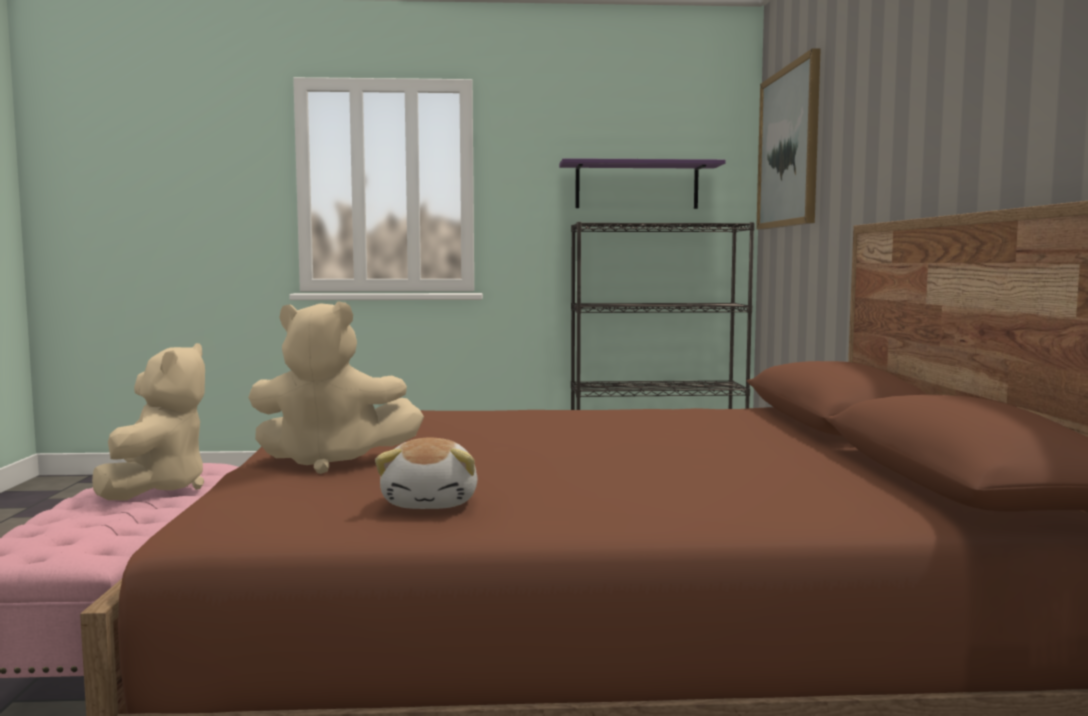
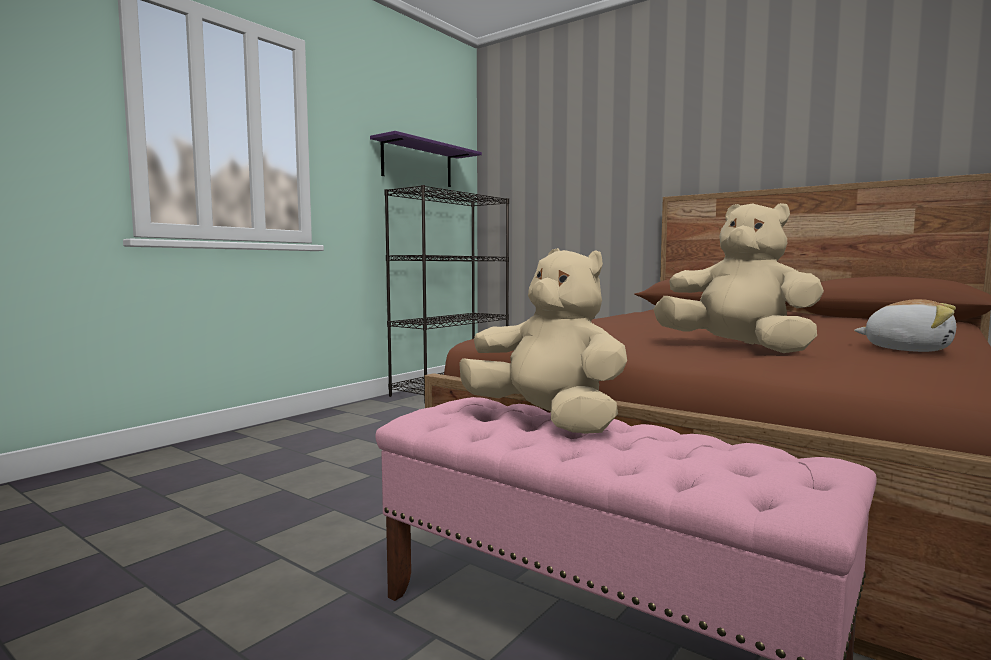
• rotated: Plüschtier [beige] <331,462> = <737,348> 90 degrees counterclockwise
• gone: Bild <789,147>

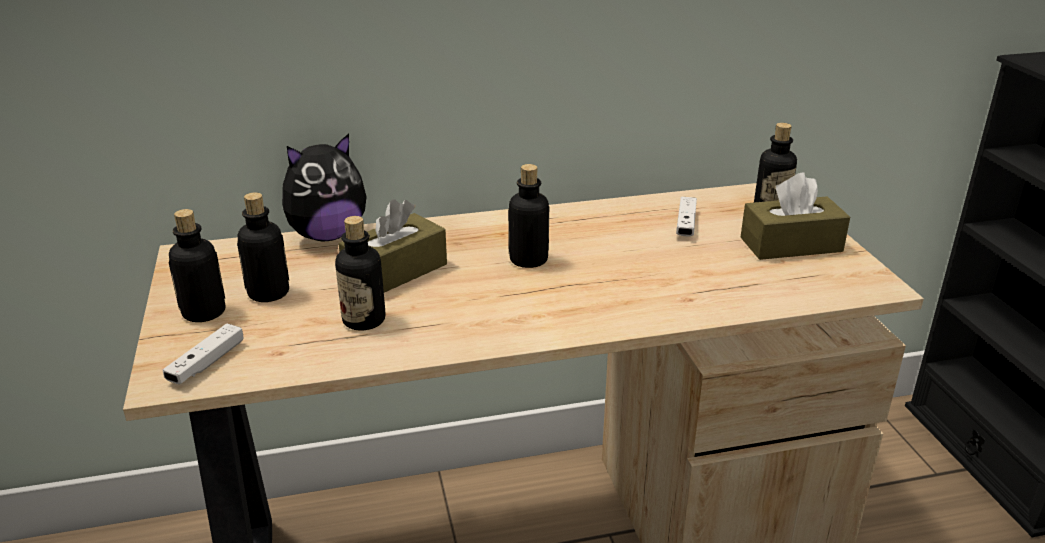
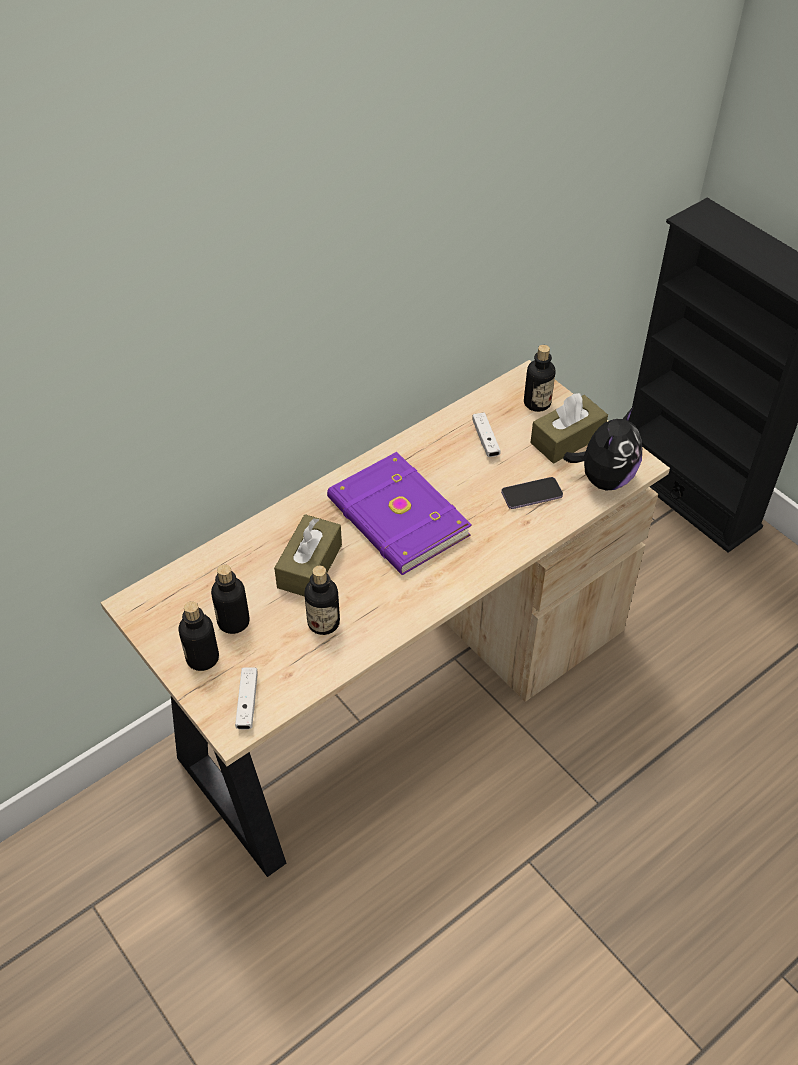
• swapped: Flasche <528,259> to Buch [lila] <396,519>
• new: Handy <531,494>
• shifted: Plüschtier <327,235> to <604,478>

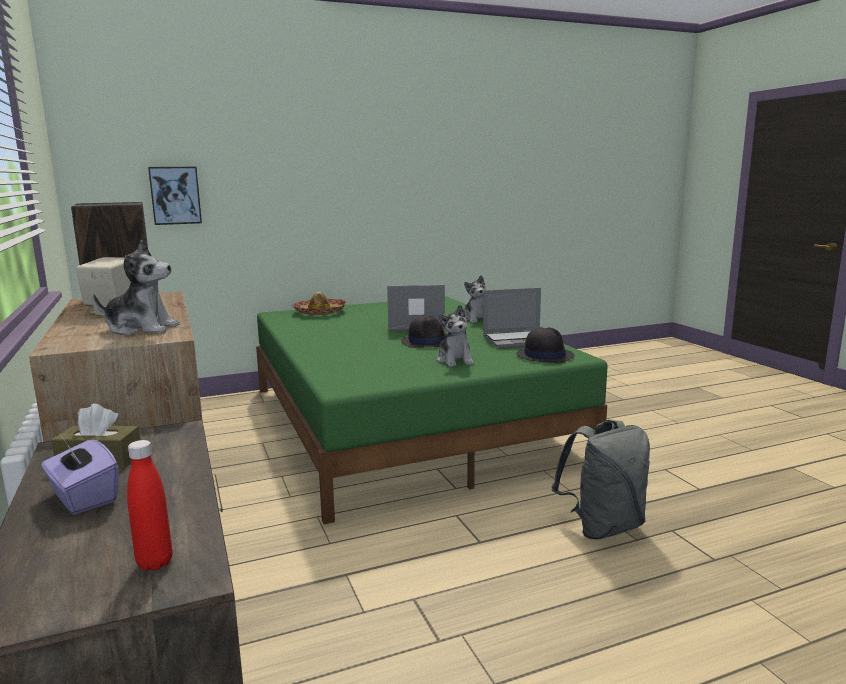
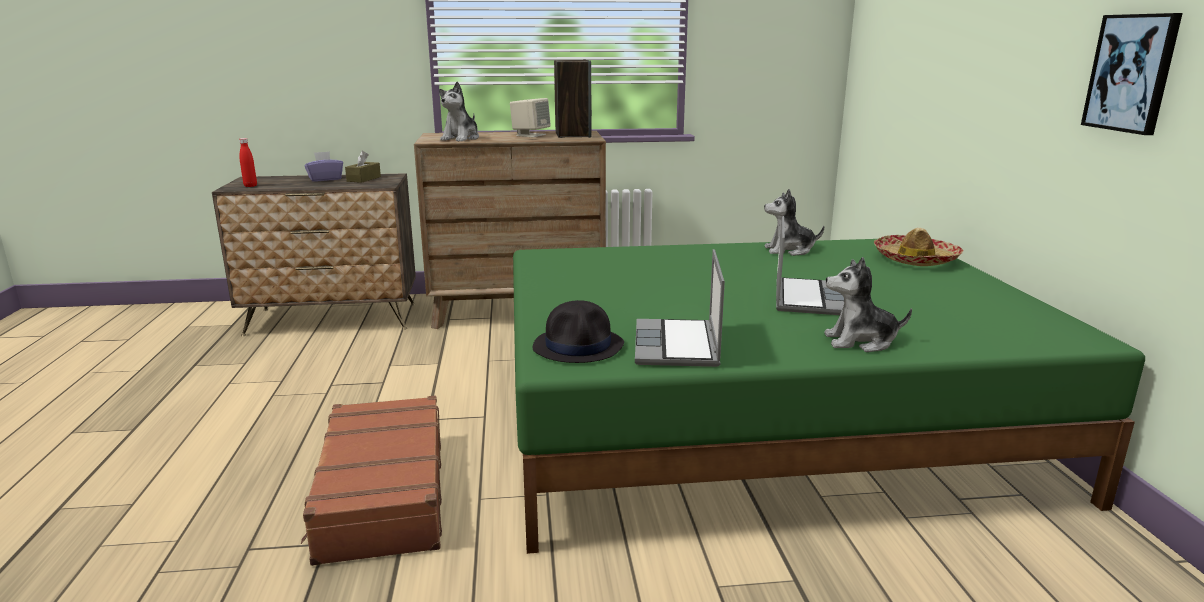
• swapped: Rucksack [grau] <602,527> to Koffer [braun] <382,494>
• shifted: Plüschtier <455,360> to <789,250>
• shifted: Bild <175,195> to <1131,73>
• gone: Hut [schwarz] <427,342>

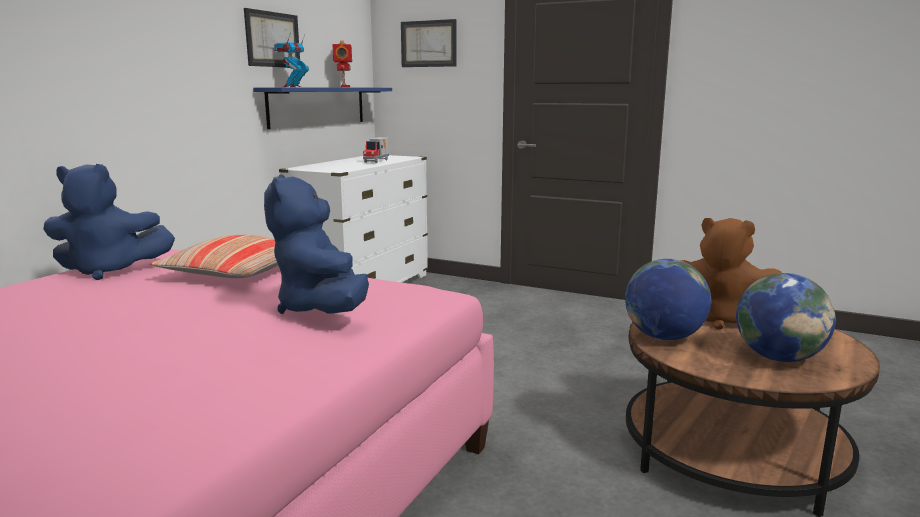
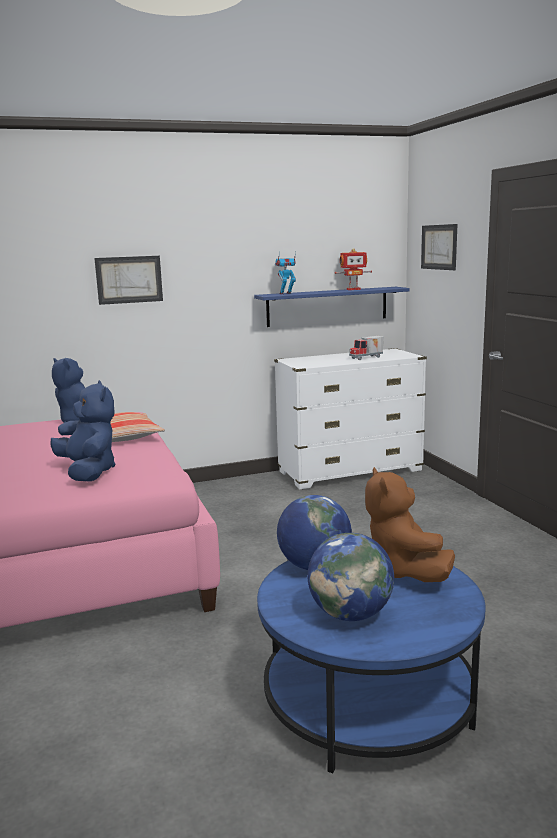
• rotated: Plüschtier [blau] <322,309> = <88,472> 120 degrees clockwise
• shifted: Bild <272,39> to <129,279>
• repainted: Couchtisch [braun] <731,452> to Couchtisch [blau] <368,699>
• rotated: Spielzeugroboter <344,87> = <353,289> 45 degrees clockwise

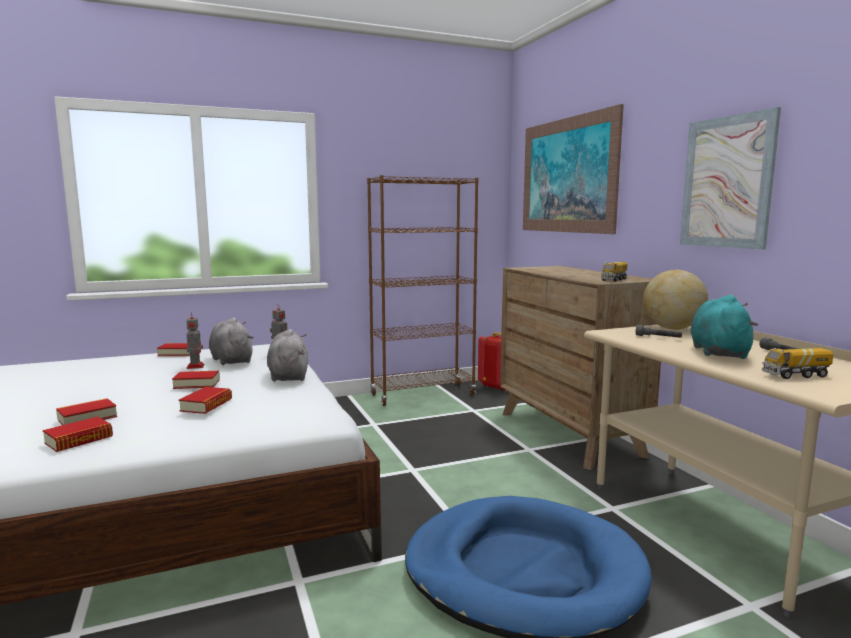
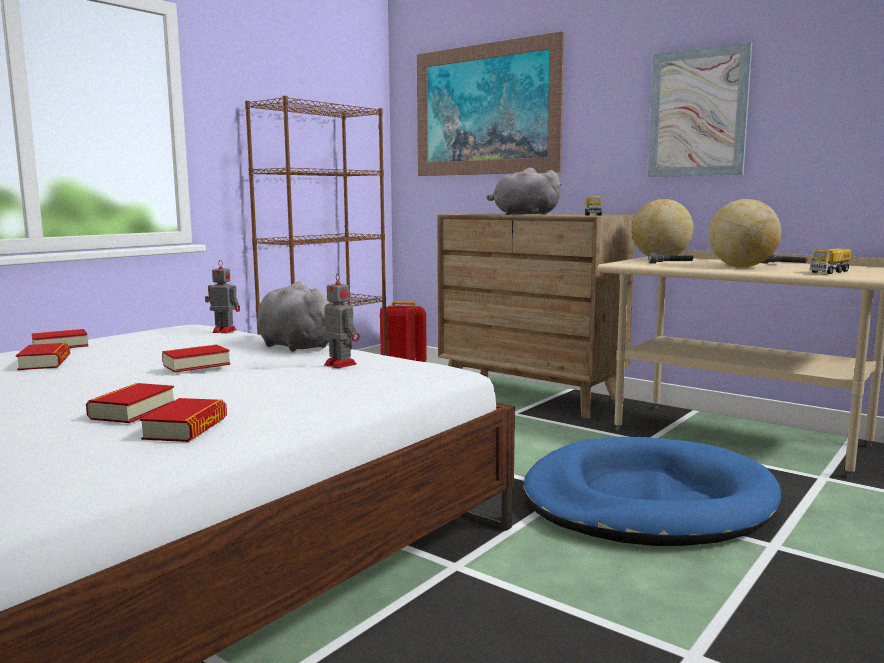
• shifted: Buch <206,405> to <45,363>
• shifted: Spielzeugroboter <195,366> to <339,364>
• shifted: Plüschtier [grau] <231,360> to <523,214>
• swapped: Plüschtier [türkis] <718,352> to Globus <741,266>

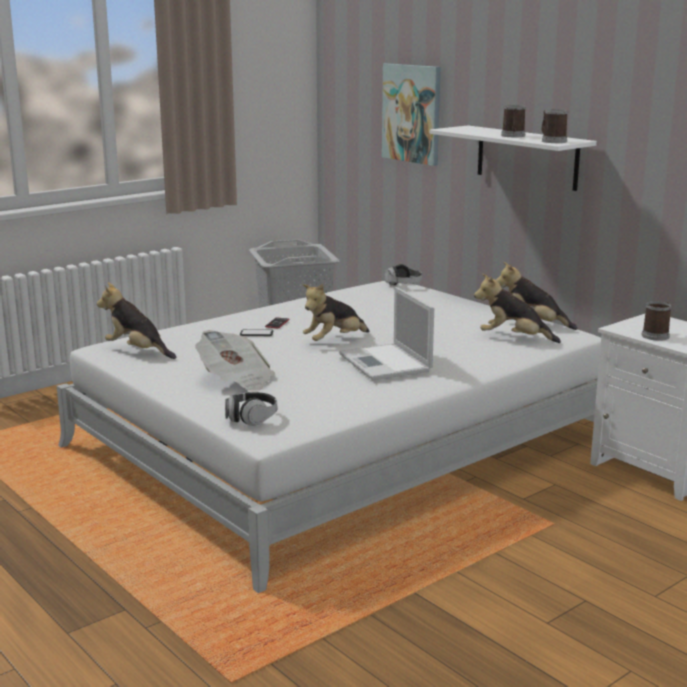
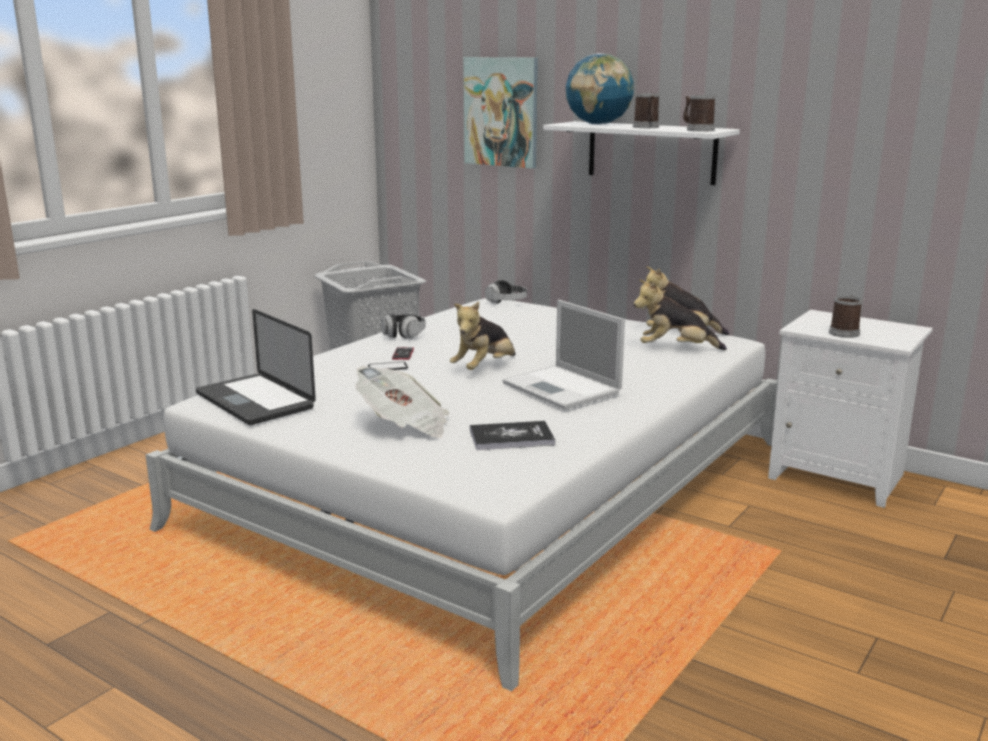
• swapped: Plüschtier <137,351> to Laptop <255,401>
• shifted: Kopfhörer <251,418> to <403,334>
• new: Buch <511,437>
• new: Globus <598,124>

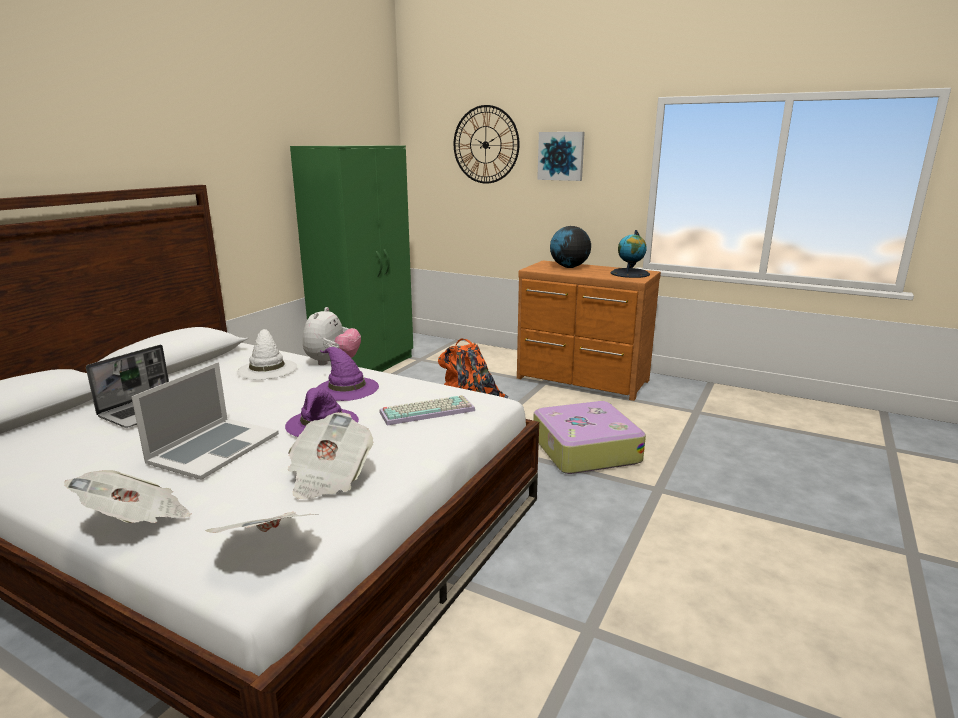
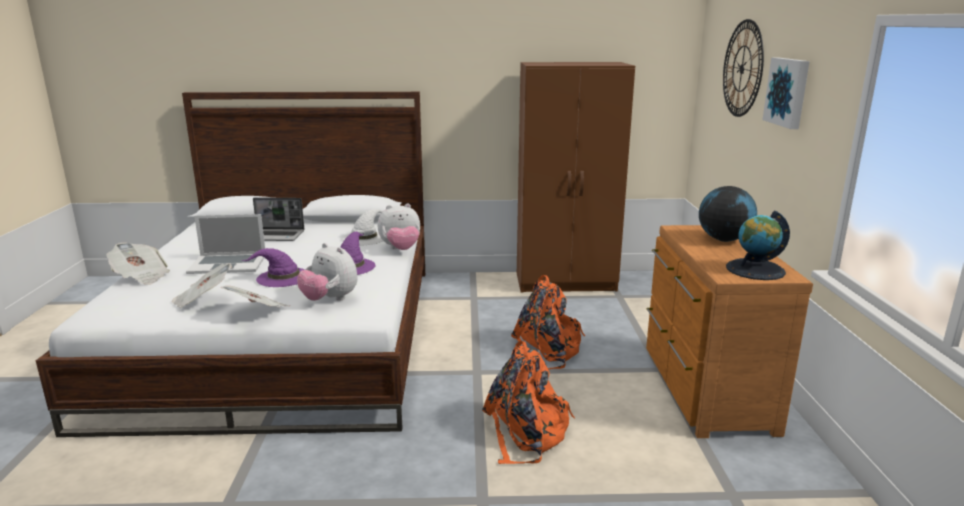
• shifted: Zeitung <269,545> to <258,312>
• swapped: Tastatur <428,410> to Plüschtier <330,299>
• swapped: Koffer <584,449> to Rucksack [orange] <526,433>
• repainted: Kleiderschrank [grün] <366,366> to Kleiderschrank [braun] <566,282>

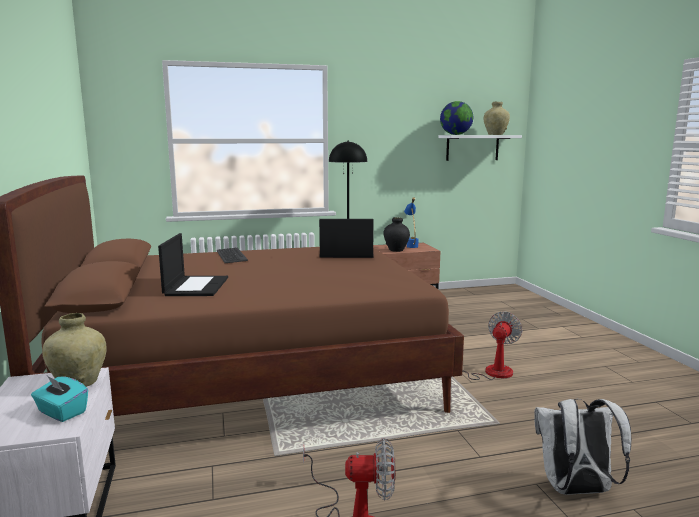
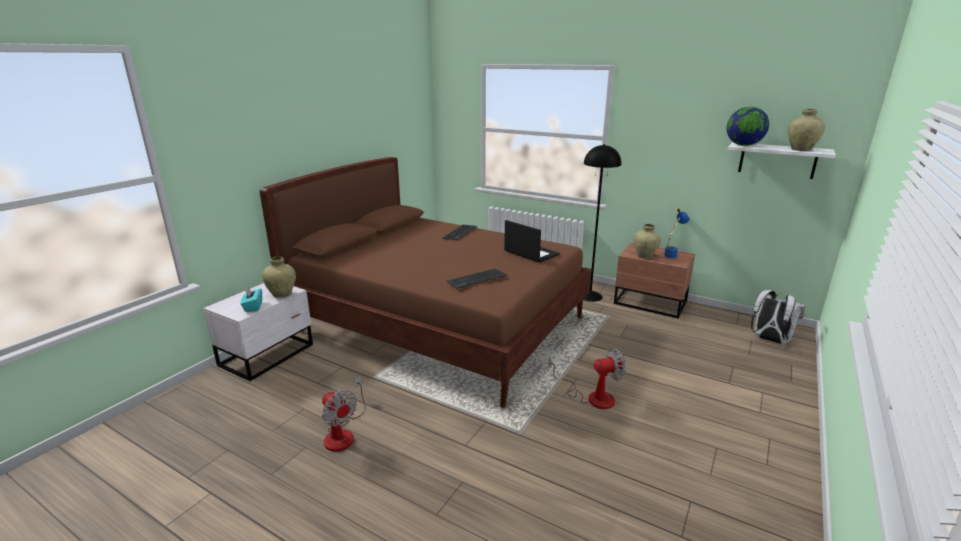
• new: Tastatur <476,278>
• repainted: Vase [schwarz] <396,250> to Vase [beige] <644,256>
• shifted: Rucksack [weiß] <575,490> to <769,340>
• gone: Laptop <196,286>

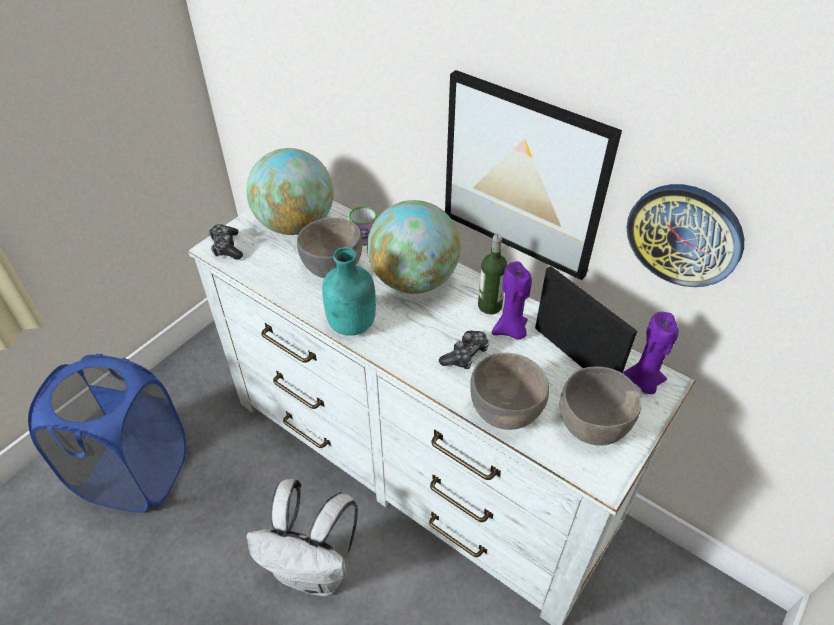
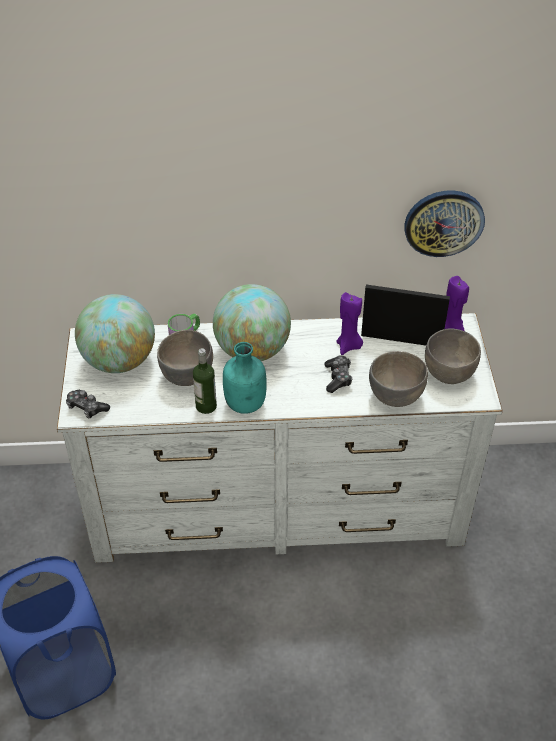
• shifted: Flasche <489,306> to <206,406>
• gone: Rucksack [weiß] <314,570>
• gone: Bild <523,176>

